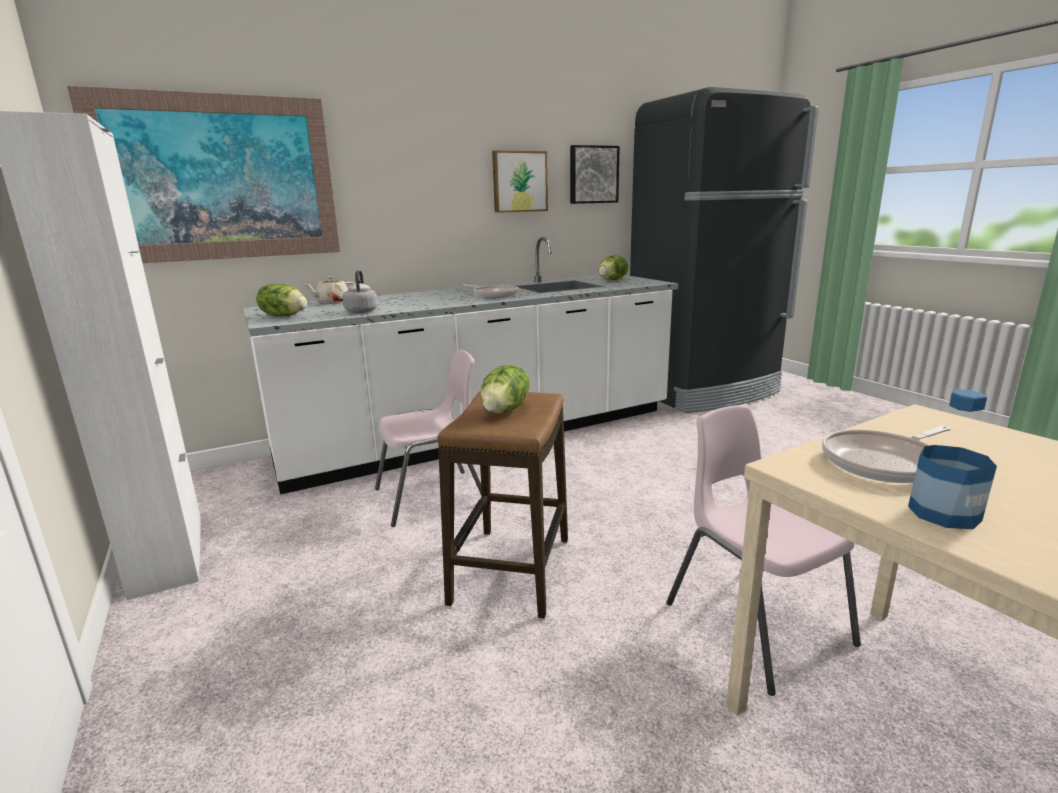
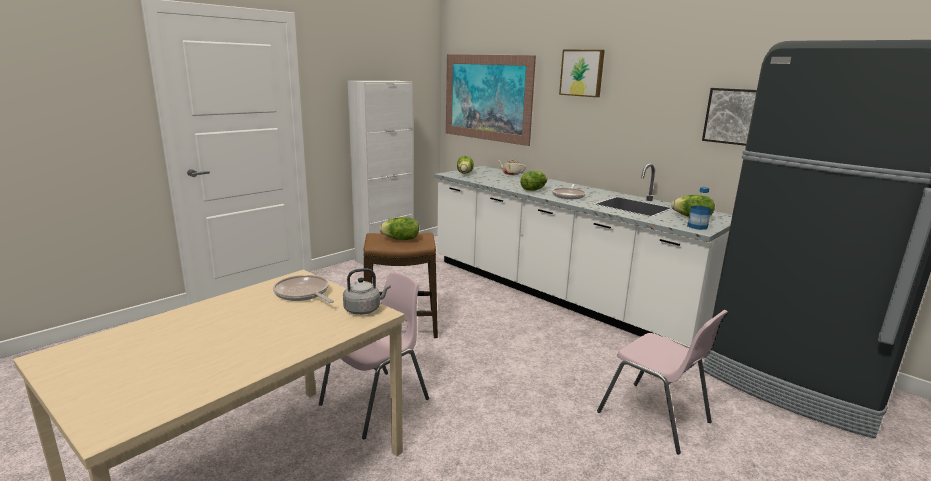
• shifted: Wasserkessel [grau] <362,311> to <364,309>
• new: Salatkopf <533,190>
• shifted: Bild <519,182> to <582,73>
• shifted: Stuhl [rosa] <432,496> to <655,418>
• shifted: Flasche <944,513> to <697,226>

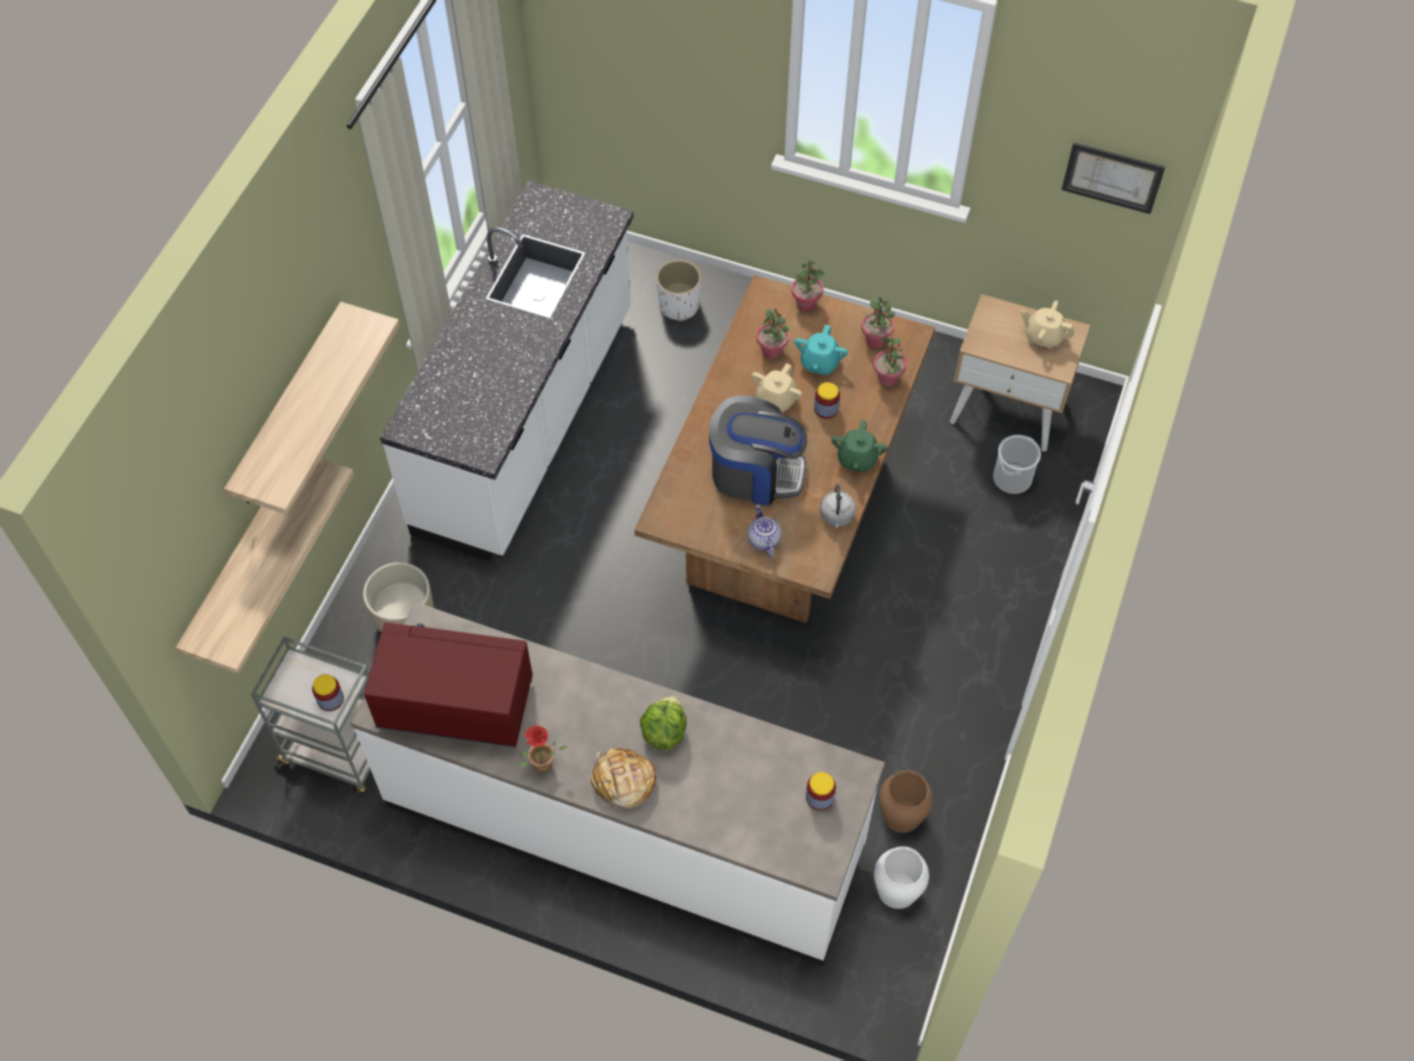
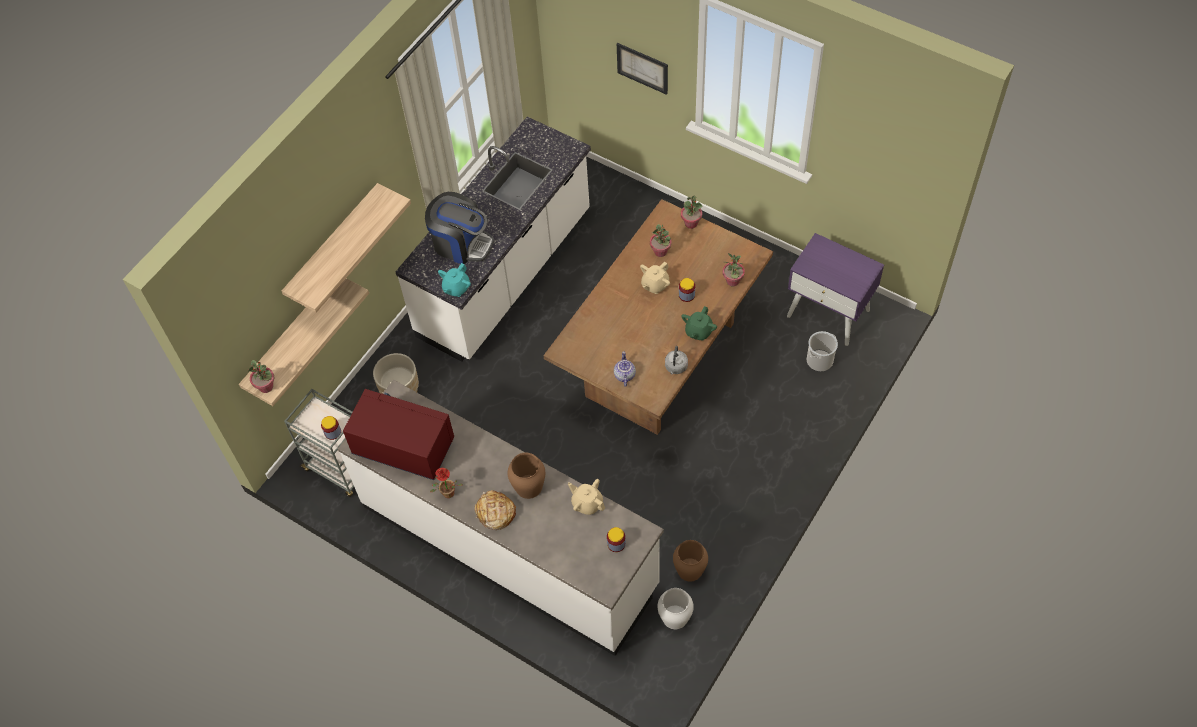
• shifted: Topfpflanze <875,340> to <266,386>
• shifted: Kaffeemaschine <755,473> to <461,243>
• shifted: Teekanne [türkis] <819,363> to <456,288>
• swapped: Salatkopf <664,732> to Vase [braun] <528,486>
• shifted: Teekanne [beige] <1043,336> to <587,503>
• shifted: Bild <1112,177> to <642,68>
• repainted: Nachttisch [beige] <1008,409> to Nachttisch [lila] <829,313>
• gone: Pflanzkübel [weiß] <679,306>

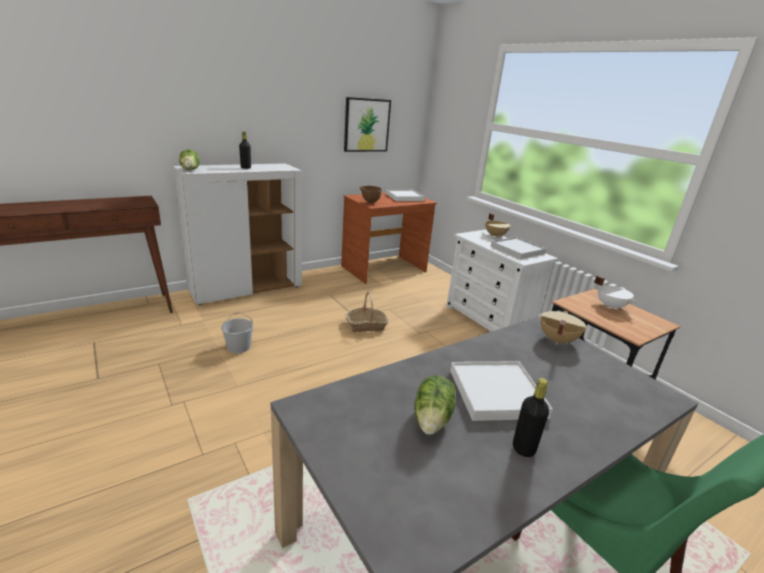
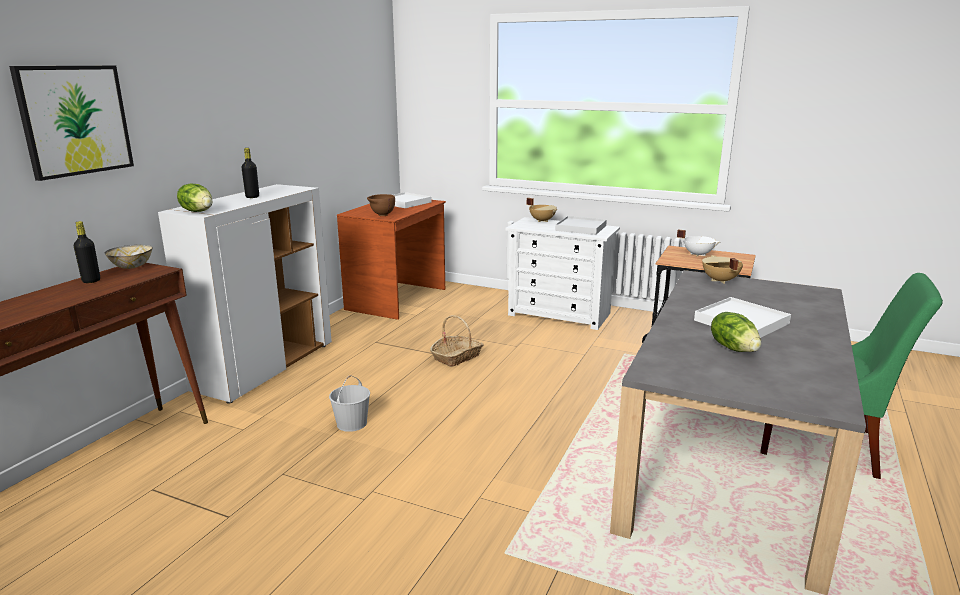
• shifted: Bild <366,125> to <75,120>
• shifted: Flasche [schwarz] <523,448> to <91,281>
• new: Schüssel <131,266>

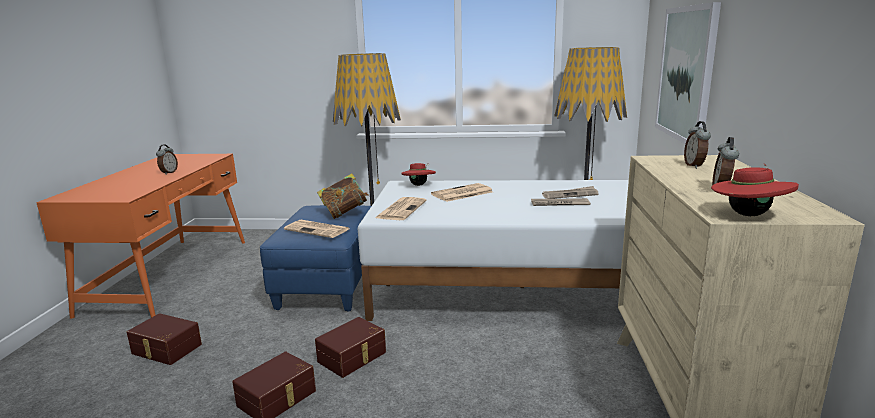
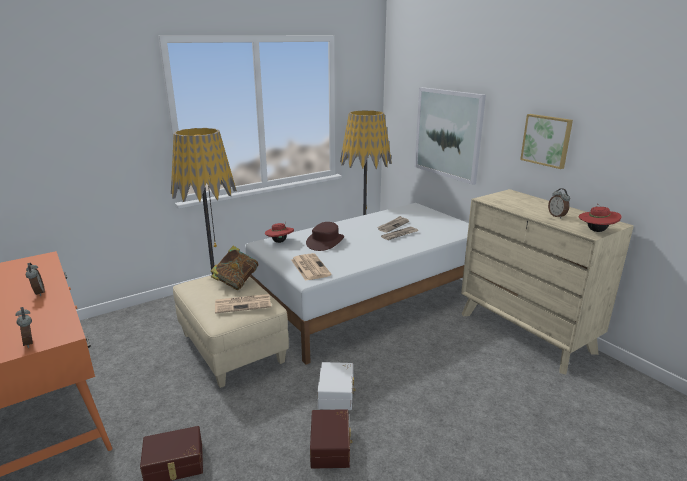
• shifted: Wecker <695,166> to <30,342>
• repainted: Polsterhocker [blau] <329,285> to Polsterhocker [beige] <233,349>
• swapped: Zeitung <461,193> to Hut [braun] <325,241>
• repainted: Aufbewahrungsbox [braun] <353,357> to Aufbewahrungsbox [weiß] <337,393>
• new: Bild <547,140>

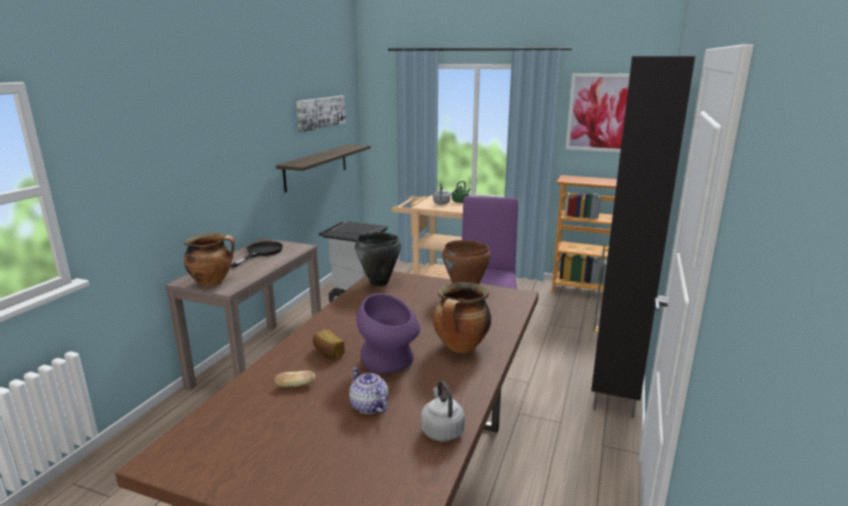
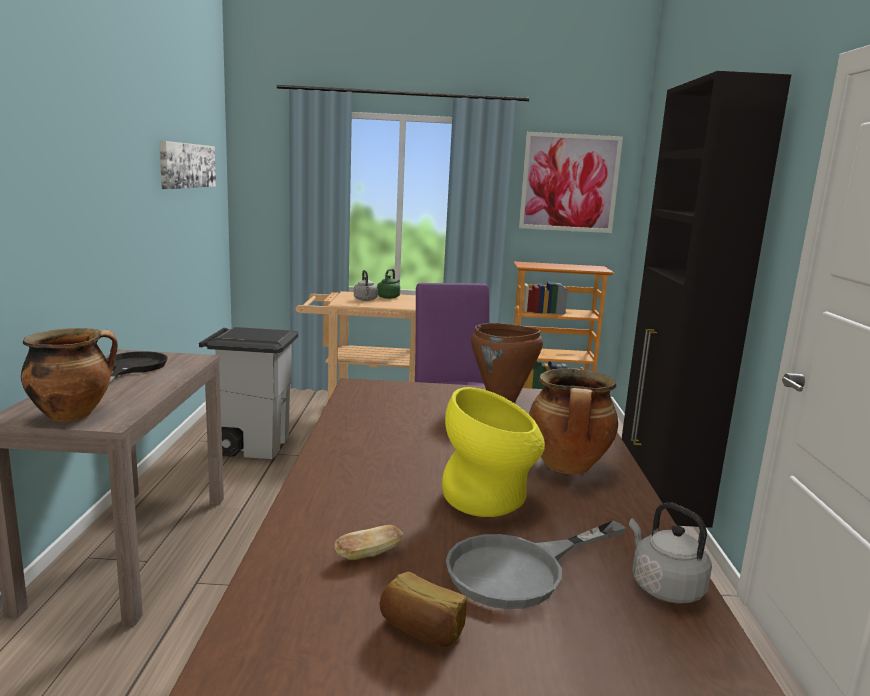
• shifted: Brot <328,353> to <421,630>
• repainted: Vase [lila] <389,363> to Vase [gelb] <489,501>
• swapped: Teekanne <369,406> to Pfanne [grau] <521,569>
• gone: Wandregal <316,166>
• gone: Kochtopf [schwarz] <379,283>

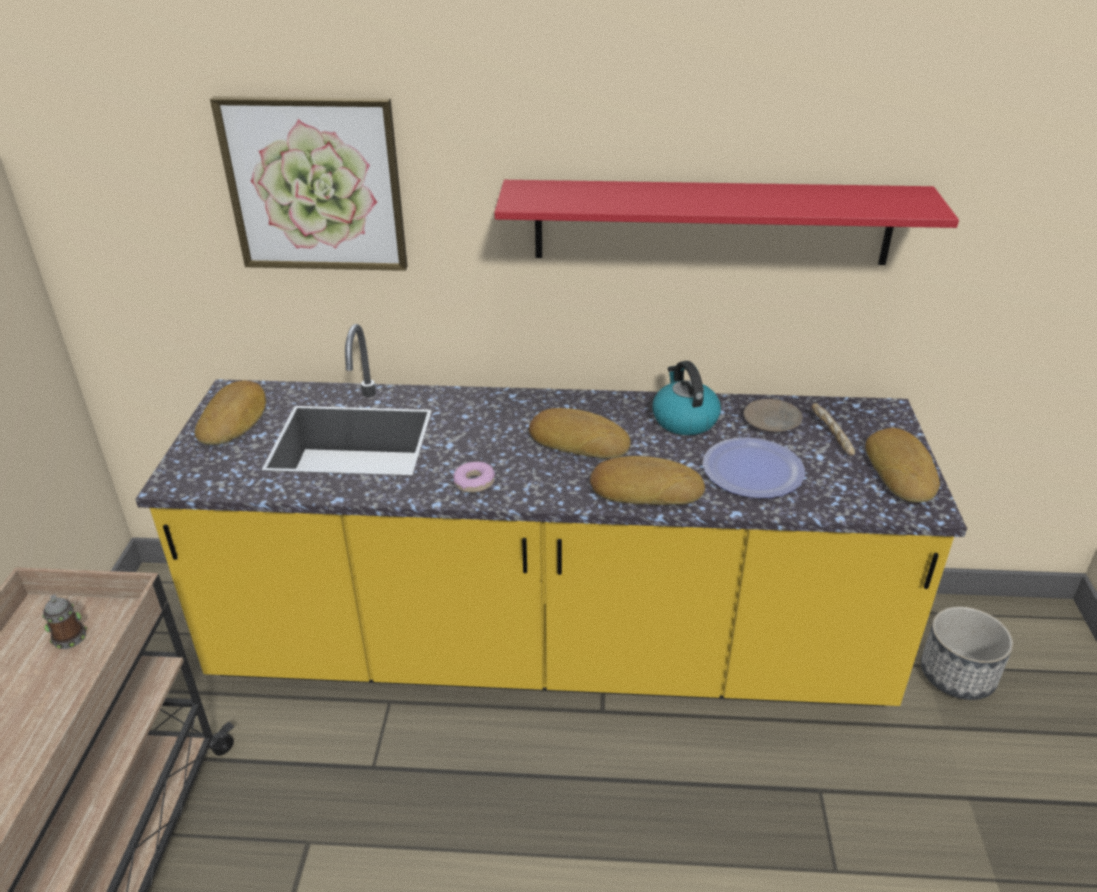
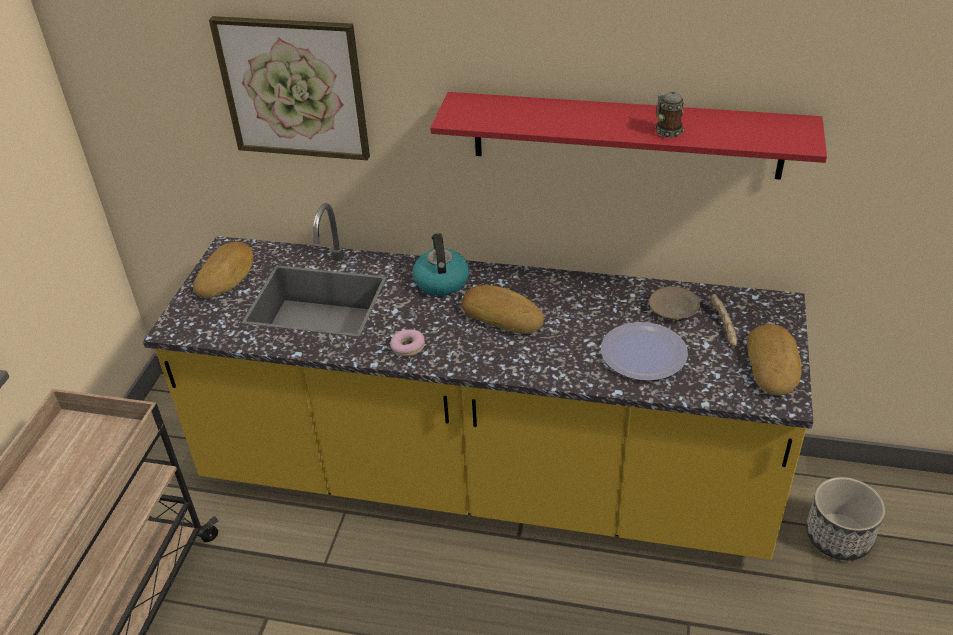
• shifted: Wasserkessel <684,419> to <441,281>
• shifted: Henkelbecher <69,635> to <667,130>
• gone: Brot <645,489>

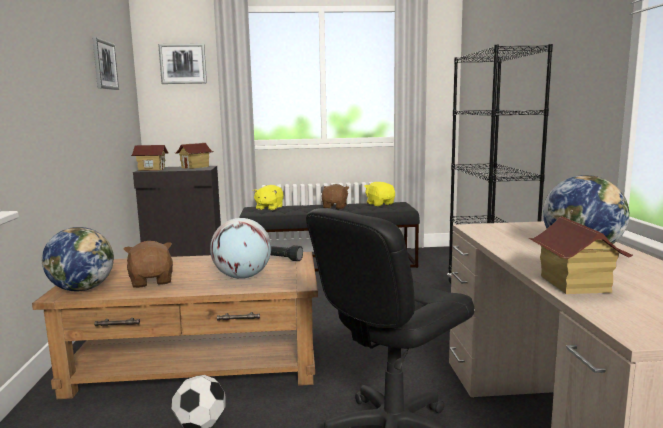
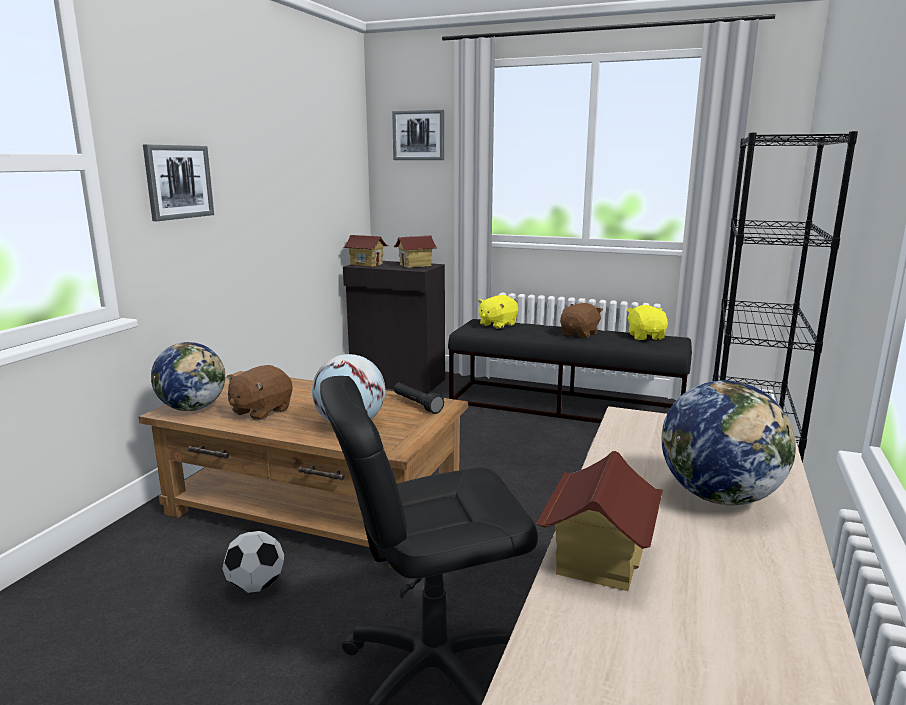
• shifted: Bild <104,65> to <178,182>
• rotated: Plüschtier [braun] <152,281> = <260,411> 150 degrees counterclockwise

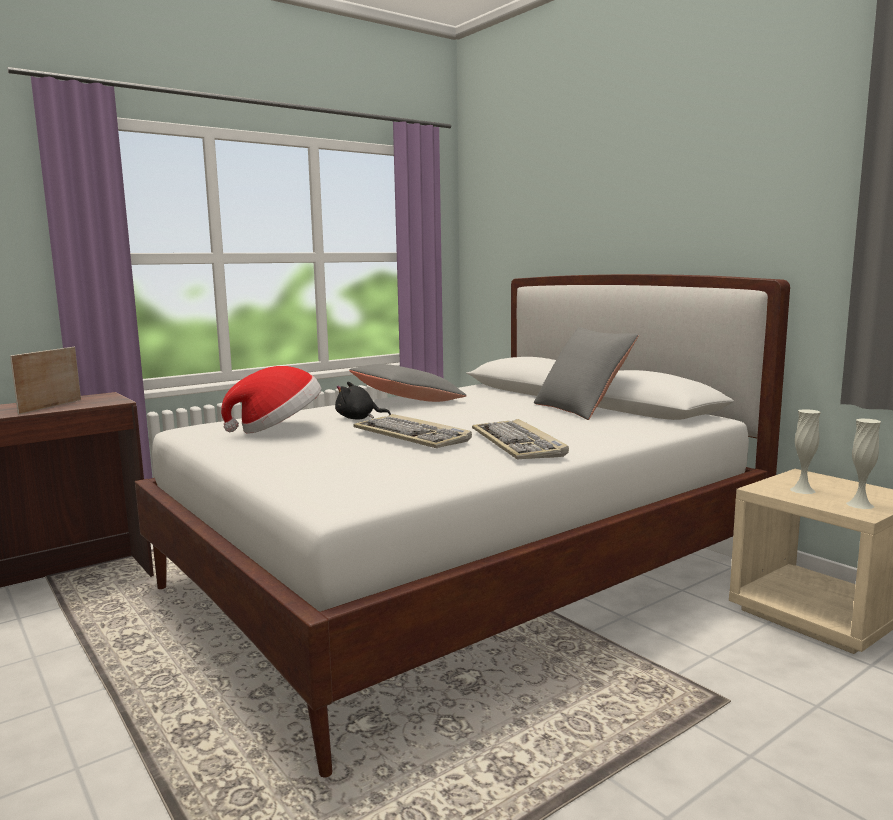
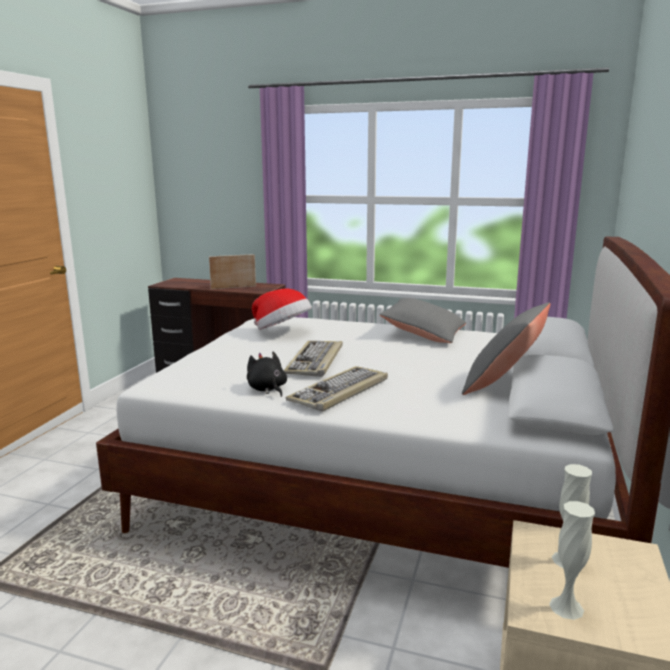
• shifted: Plüschtier [schwarz] <358,418> to <267,389>

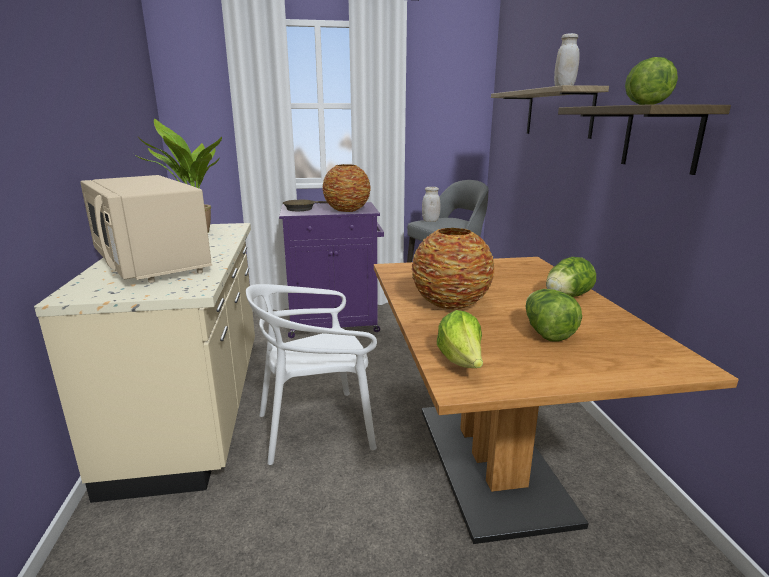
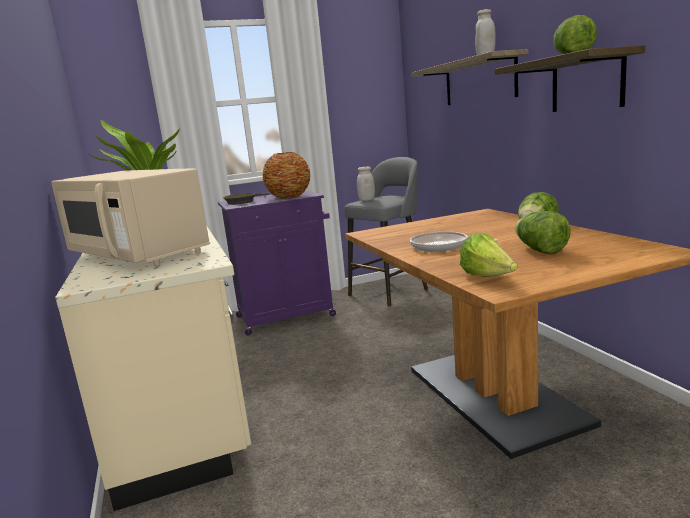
• swapped: Vase <450,304> to Pfanne <442,246>
• gone: Stuhl [weiß] <316,428>

